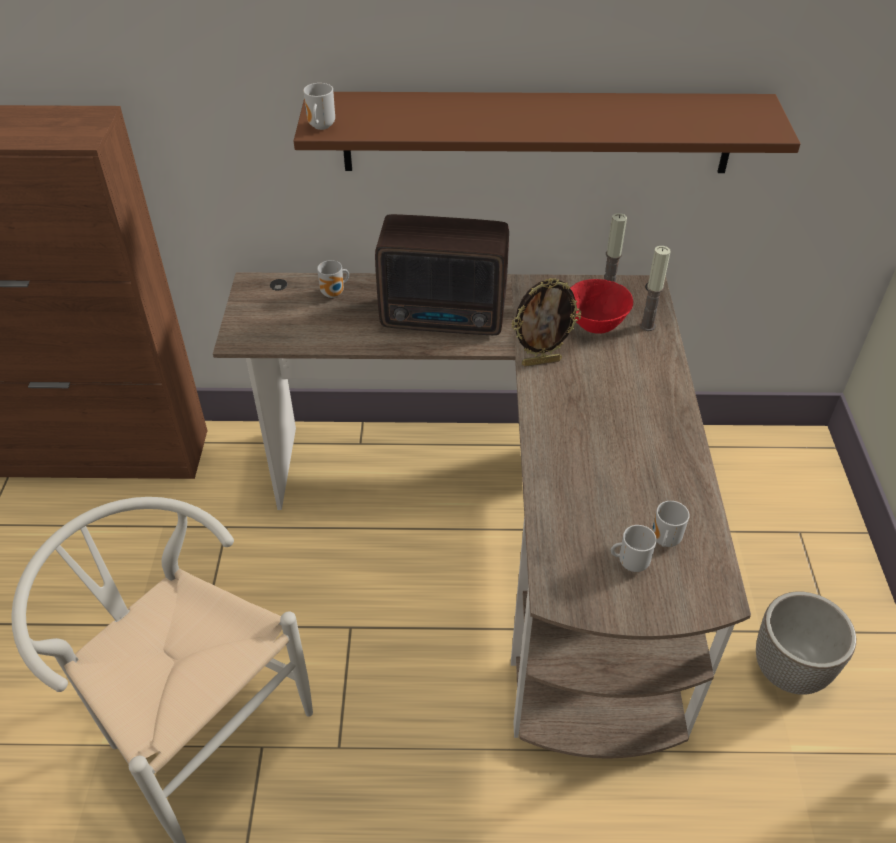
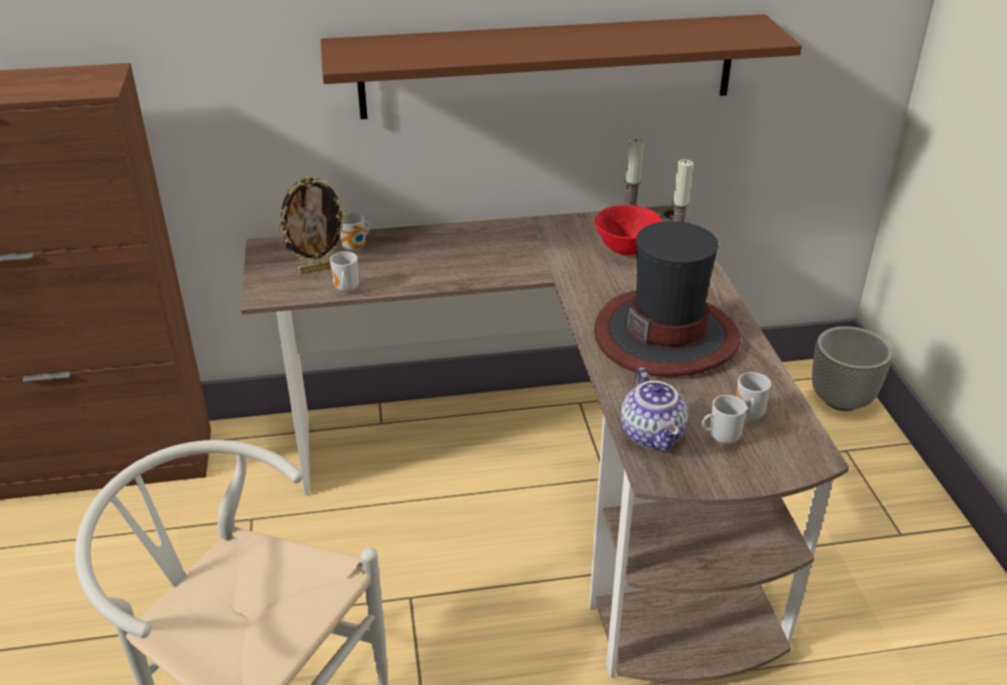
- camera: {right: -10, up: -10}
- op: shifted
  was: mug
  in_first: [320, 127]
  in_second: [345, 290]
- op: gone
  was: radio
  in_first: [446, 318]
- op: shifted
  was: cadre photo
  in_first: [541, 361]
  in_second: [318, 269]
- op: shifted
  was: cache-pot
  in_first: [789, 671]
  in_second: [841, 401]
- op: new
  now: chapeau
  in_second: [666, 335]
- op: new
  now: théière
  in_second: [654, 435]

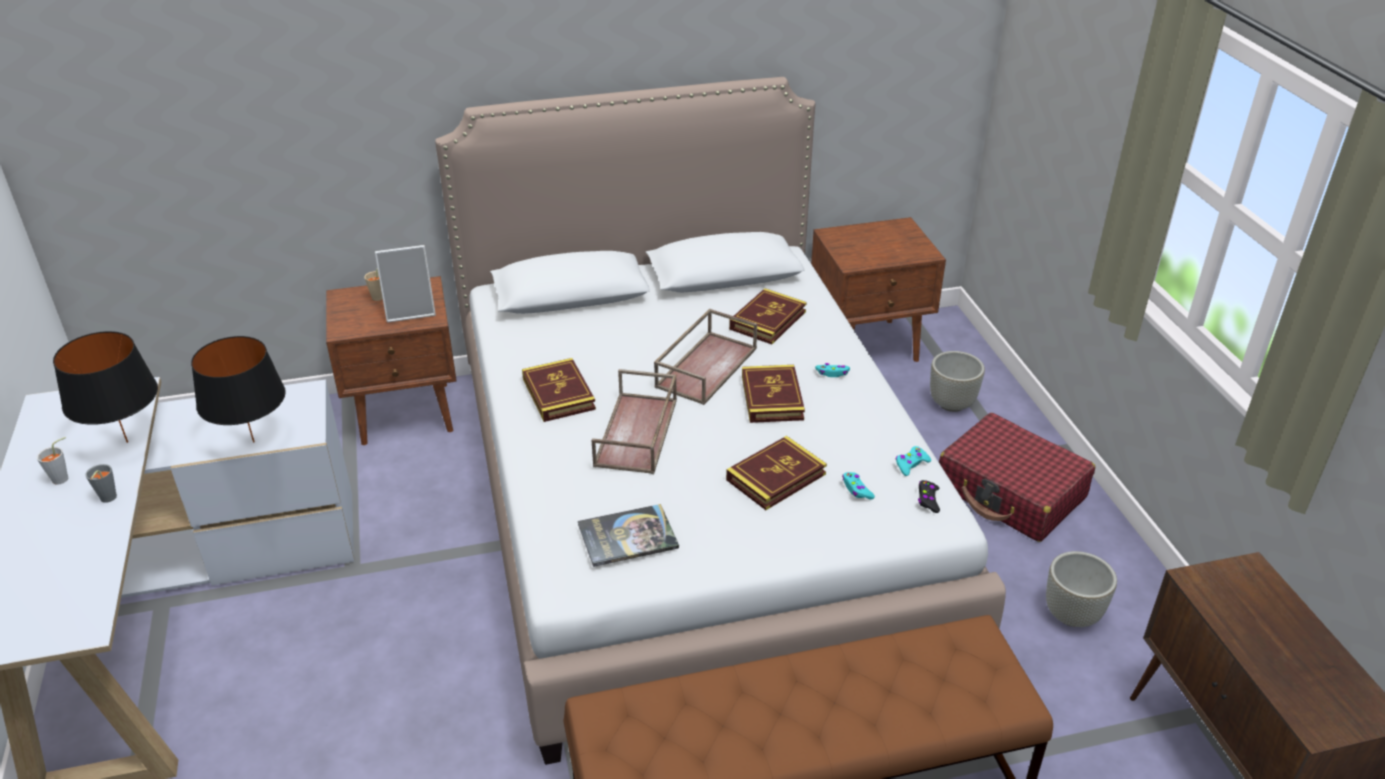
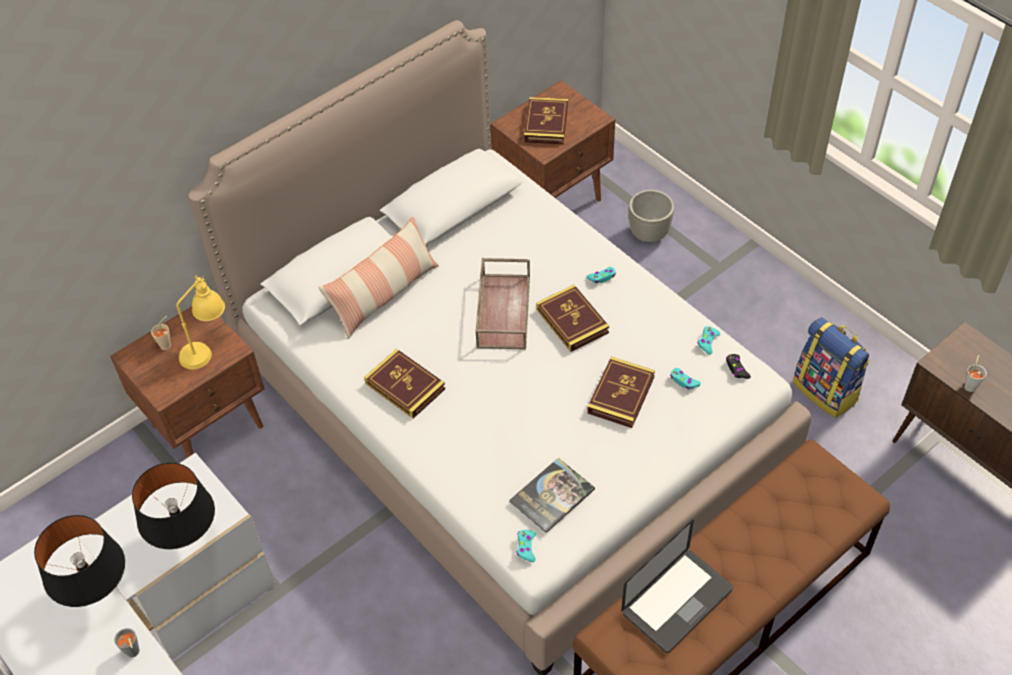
- camera: {right: -25, up: 15}
- op: swapped
  was: cadre photo
  now: lampe de table/jaune
  in_first: [410, 310]
  in_second: [207, 348]
- op: shifted
  was: livre
  in_first: [767, 320]
  in_second: [546, 124]
- op: gone
  was: plateau/marron
  in_first: [637, 433]
- op: gone
  was: valise/rouge
  in_first: [1011, 492]
- op: shifted
  was: tasse/gris
  in_first: [64, 478]
  in_second: [970, 385]
- op: swapped
  was: cache-pot/gris
  now: sac à dos
  in_first: [1072, 615]
  in_second: [826, 391]
- op: new
  now: coussin
  in_second: [384, 295]
- op: new
  now: ordinateur portable
  in_second: [677, 601]
- op: new
  now: manette/turquoise
  in_second: [526, 547]

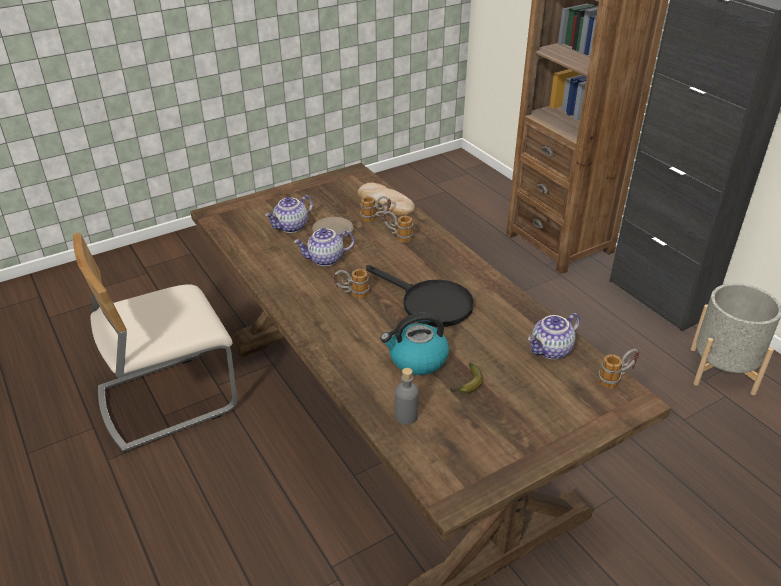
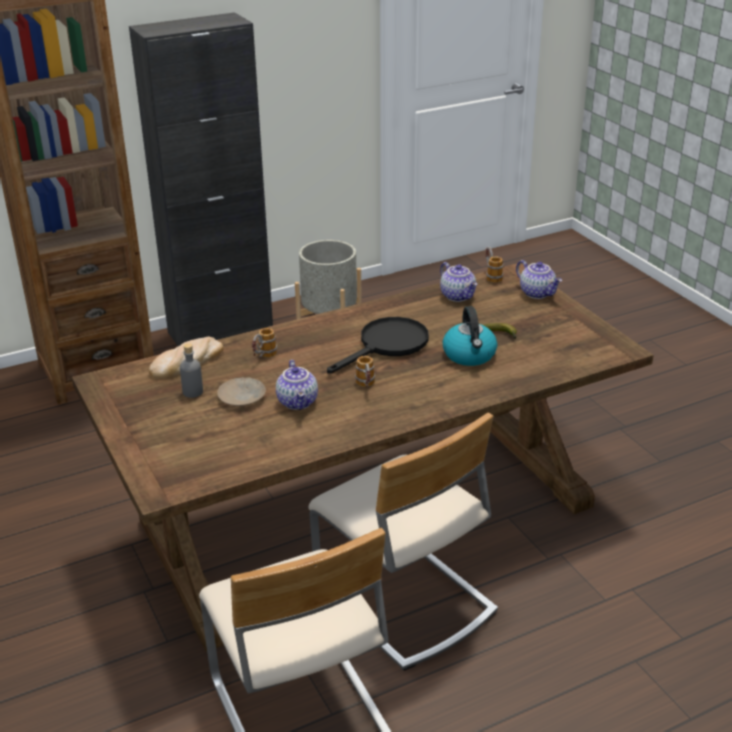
- camera: {right: -85, up: -5}
- op: shifted
  was: théière
  in_first: [291, 227]
  in_second: [538, 293]
- op: gone
  was: mug
  in_first: [375, 218]
- op: shifted
  was: bouteille/gris
  in_first: [406, 416]
  in_second: [193, 392]
- op: new
  now: chaise/beige
  in_second: [403, 601]

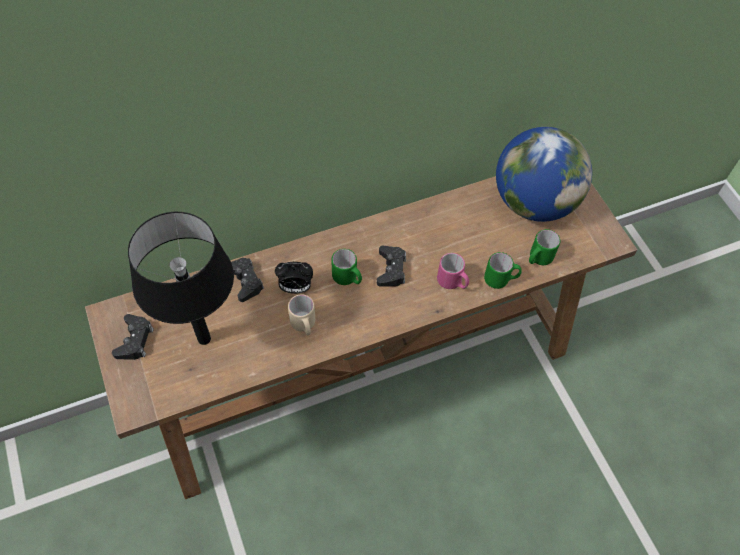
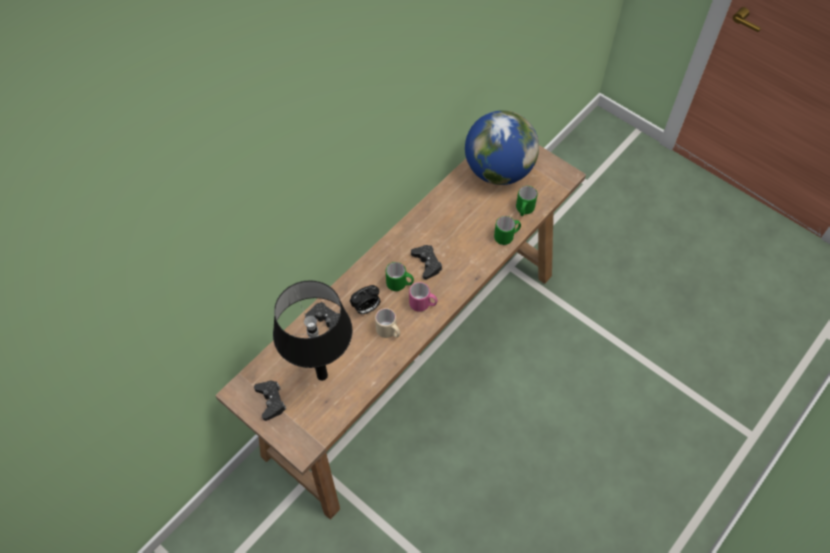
- camera: {right: -25, up: 0}
- op: shifted
  was: mug/rose
  in_first: [452, 282]
  in_second: [423, 304]

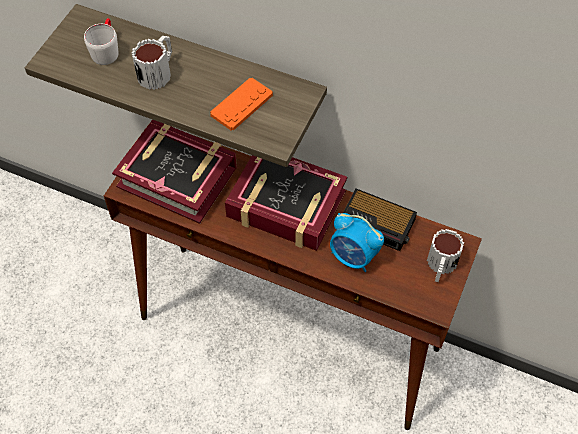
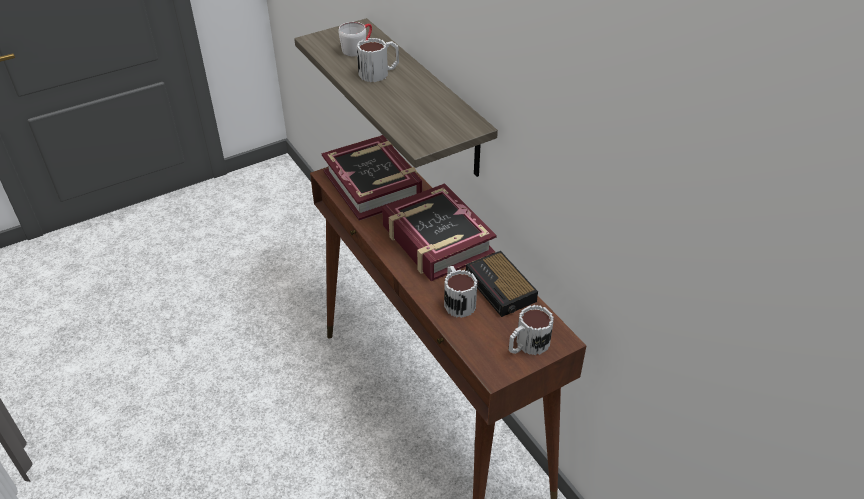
- camera: {right: 35, up: -15}
- op: gone
  was: manette/orange
  in_first: [241, 105]
- op: swapped
  was: réveil
  now: mug
  in_first: [353, 257]
  in_second: [457, 301]

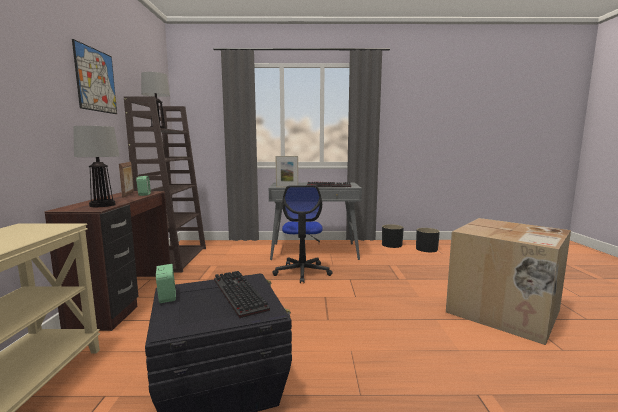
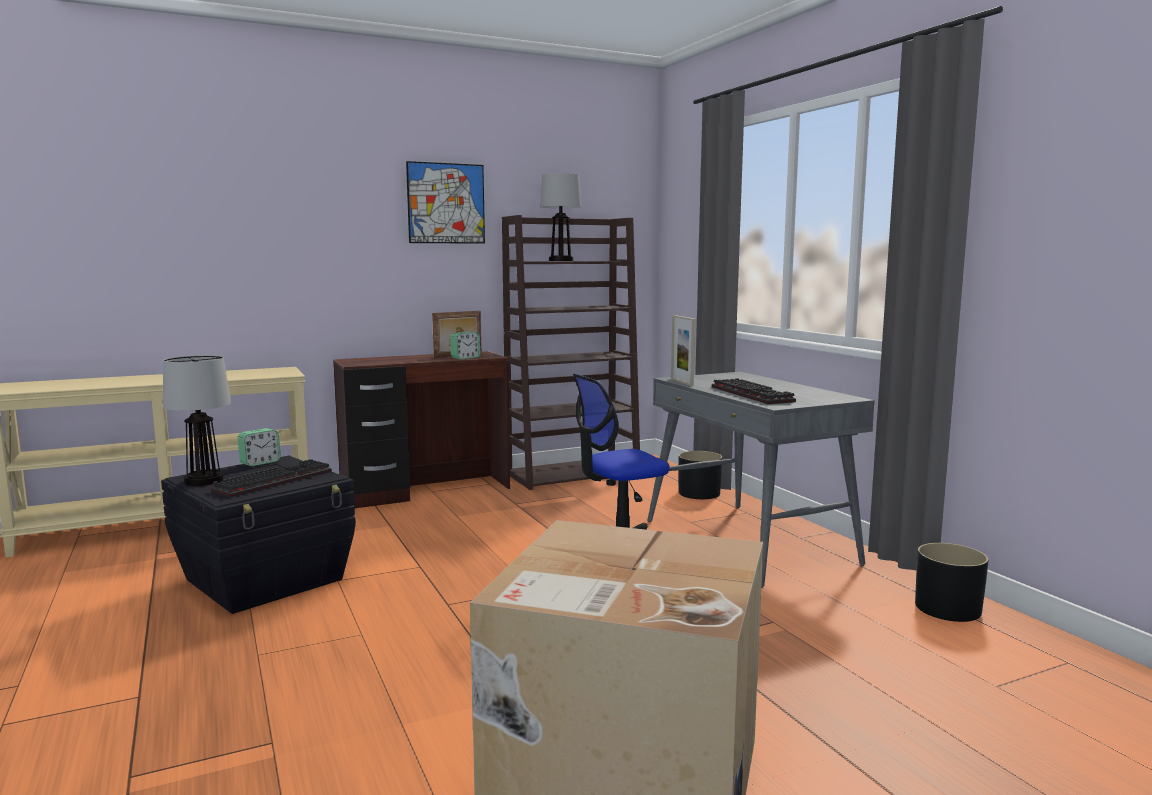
- camera: {right: 65, up: 0}
- op: shifted
  was: lampe de table
  in_first: [103, 205]
  in_second: [204, 481]
- op: shifted
  was: cache-pot/noir
  in_first: [426, 249]
  in_second: [699, 493]

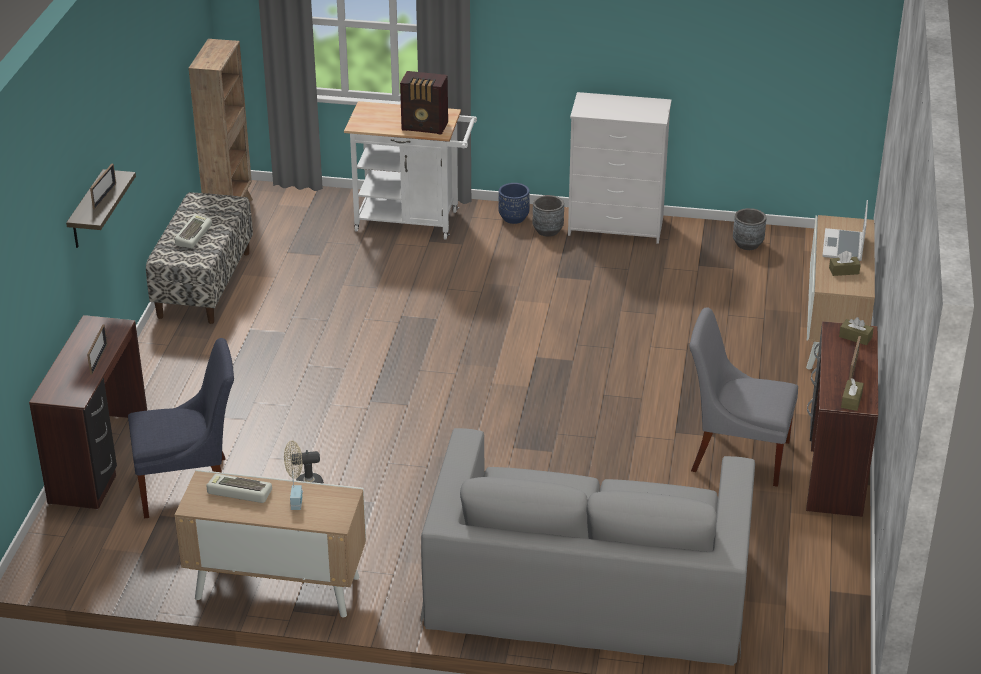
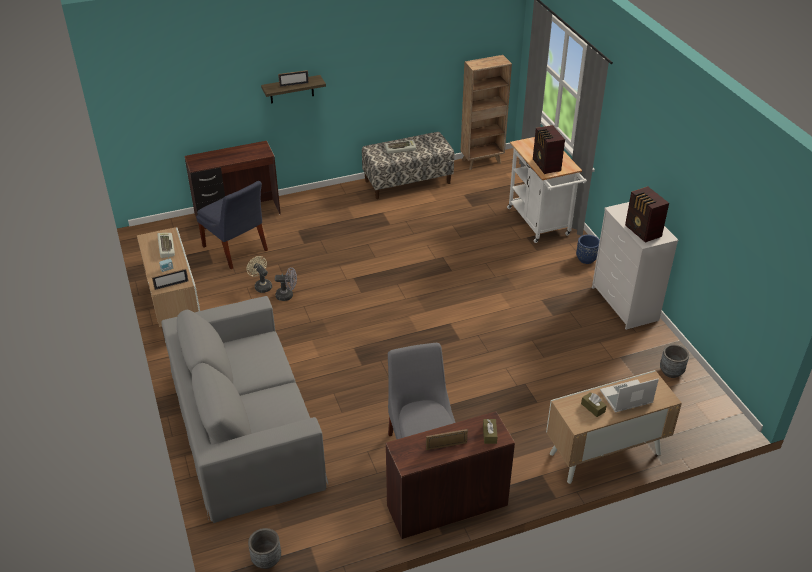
- camera: {right: 60, up: 5}
- op: shifted
  was: cache-pot/gris
  in_first: [547, 231]
  in_second: [266, 560]
- op: shifted
  was: cadre photo
  in_first: [98, 359]
  in_second: [171, 285]
- op: gone
  was: boîte à mouchoirs/marron
  in_first: [851, 400]
- op: new
  now: radio
  in_second: [643, 232]
- op: new
  now: ventilateur/gris
  in_second: [287, 295]

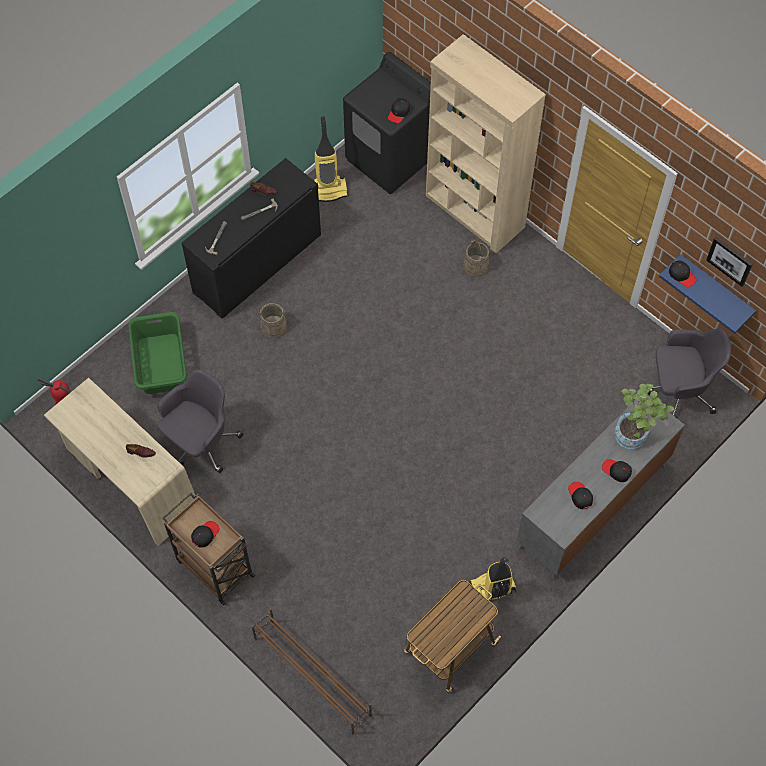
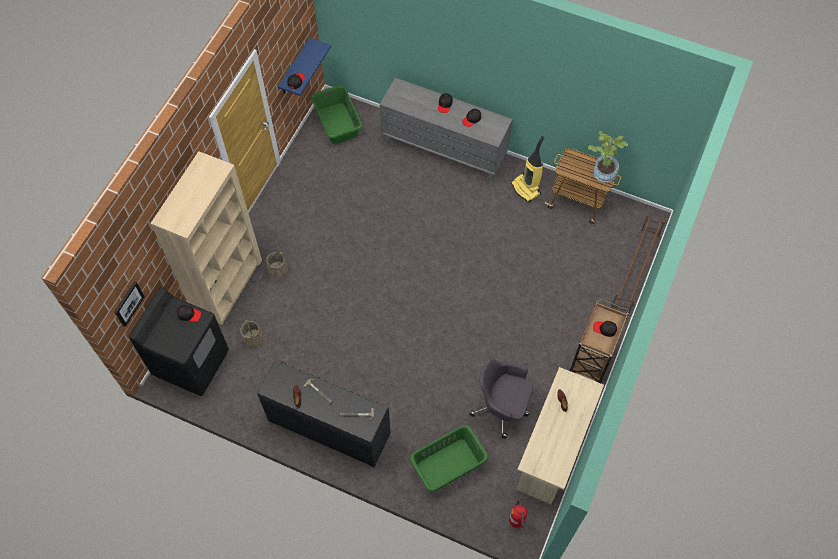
- camera: {right: -110, up: 0}
- op: gone
  was: aspirateur
  in_first: [328, 190]
- op: shifted
  was: tableau
  in_first: [730, 261]
  in_second: [128, 303]
- op: shifted
  was: seau/beige
  in_first: [273, 326]
  in_second: [253, 338]
- op: swapped
  was: chaise de bureau/gris
  now: panier à linge/vert
  in_first: [679, 390]
  in_second: [338, 123]
- op: shifted
  was: plante en pot
  in_first: [635, 433]
  in_second: [602, 170]

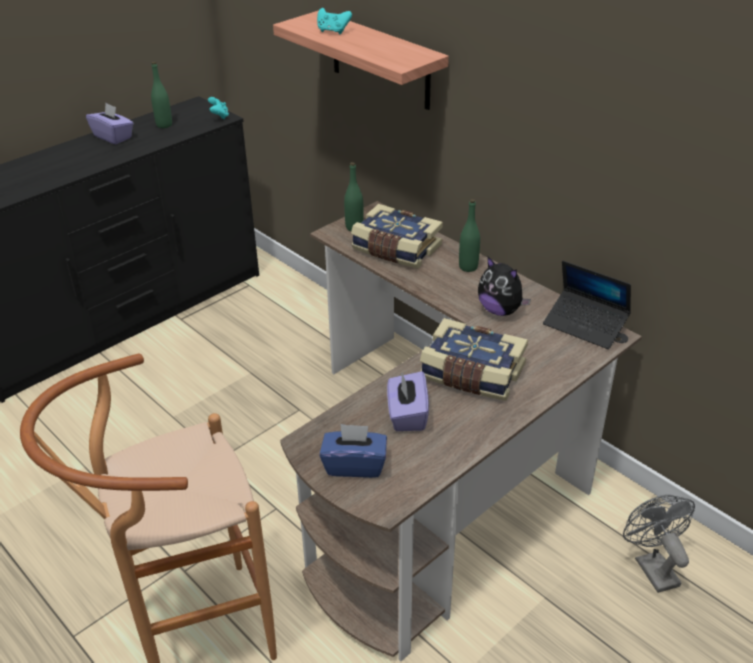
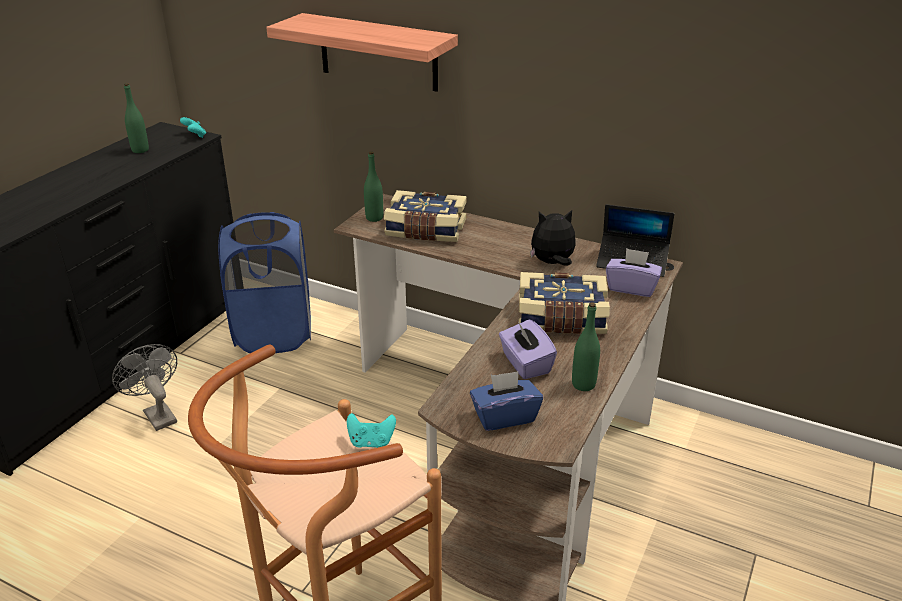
- camera: {right: -20, up: -5}
- op: shifted
  was: manette/turquoise
  in_first: [333, 31]
  in_second: [371, 442]
- op: shifted
  was: boîte à mouchoirs/violet
  in_first: [113, 137]
  in_second: [631, 287]
- op: shifted
  was: bouteille/vert
  in_first: [468, 267]
  in_second: [583, 384]
- op: rotated
  was: peluche
  in_first: [500, 310]
  in_second: [552, 263]
  clockwise: 150
- op: shifted
  was: ventilateur/gris
  in_first: [652, 567]
  in_second: [157, 414]
- op: new
  now: panier à linge/bleu
  in_second: [274, 333]

